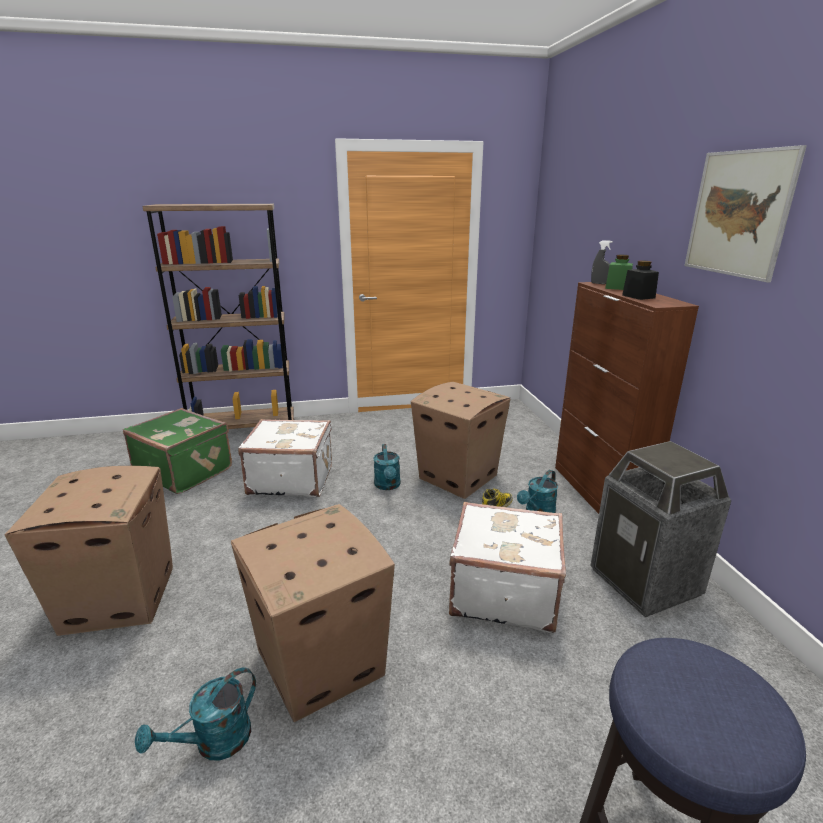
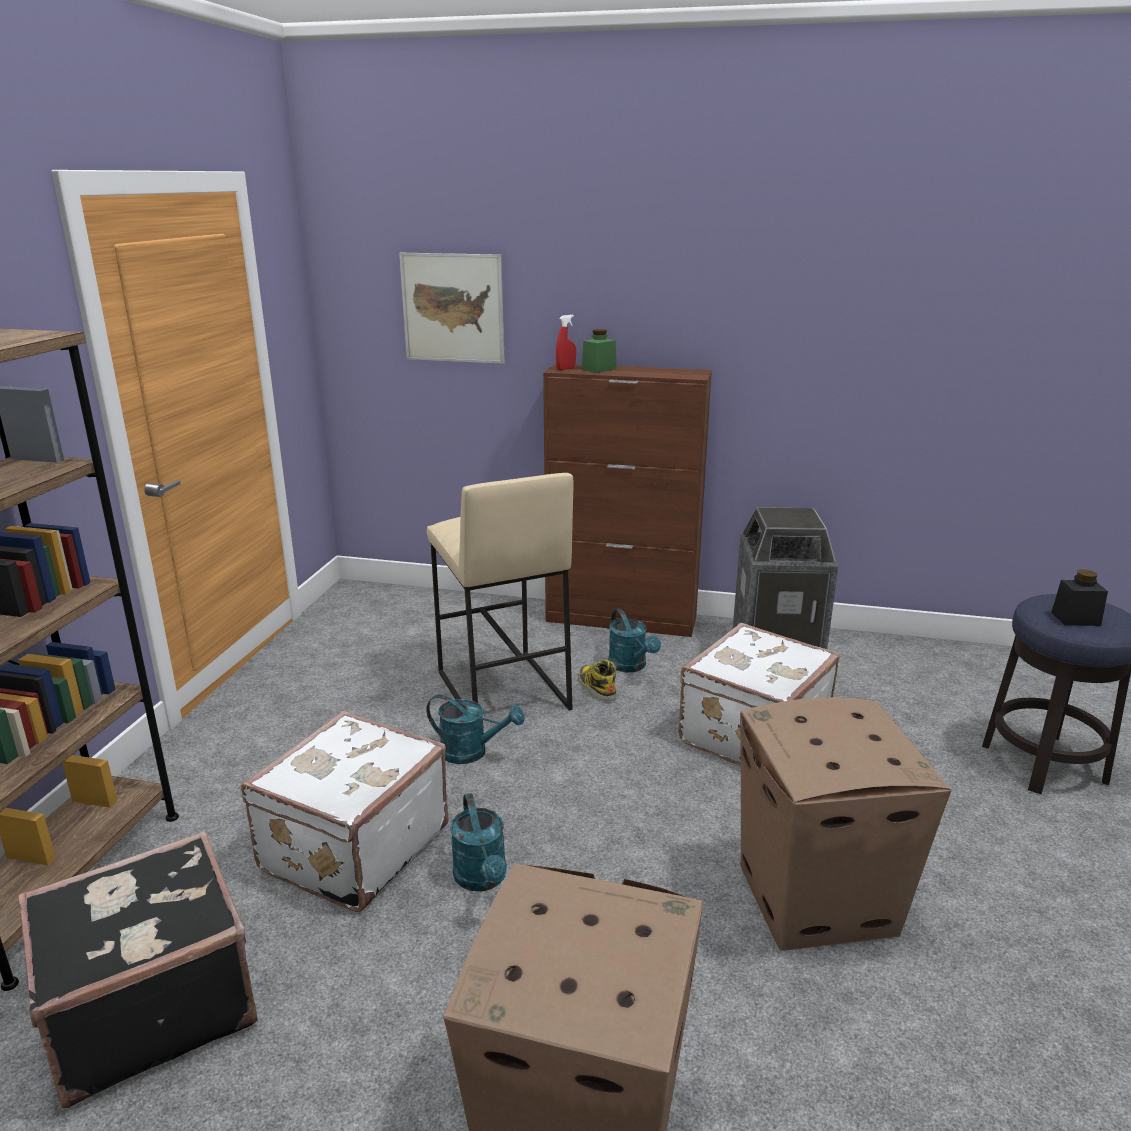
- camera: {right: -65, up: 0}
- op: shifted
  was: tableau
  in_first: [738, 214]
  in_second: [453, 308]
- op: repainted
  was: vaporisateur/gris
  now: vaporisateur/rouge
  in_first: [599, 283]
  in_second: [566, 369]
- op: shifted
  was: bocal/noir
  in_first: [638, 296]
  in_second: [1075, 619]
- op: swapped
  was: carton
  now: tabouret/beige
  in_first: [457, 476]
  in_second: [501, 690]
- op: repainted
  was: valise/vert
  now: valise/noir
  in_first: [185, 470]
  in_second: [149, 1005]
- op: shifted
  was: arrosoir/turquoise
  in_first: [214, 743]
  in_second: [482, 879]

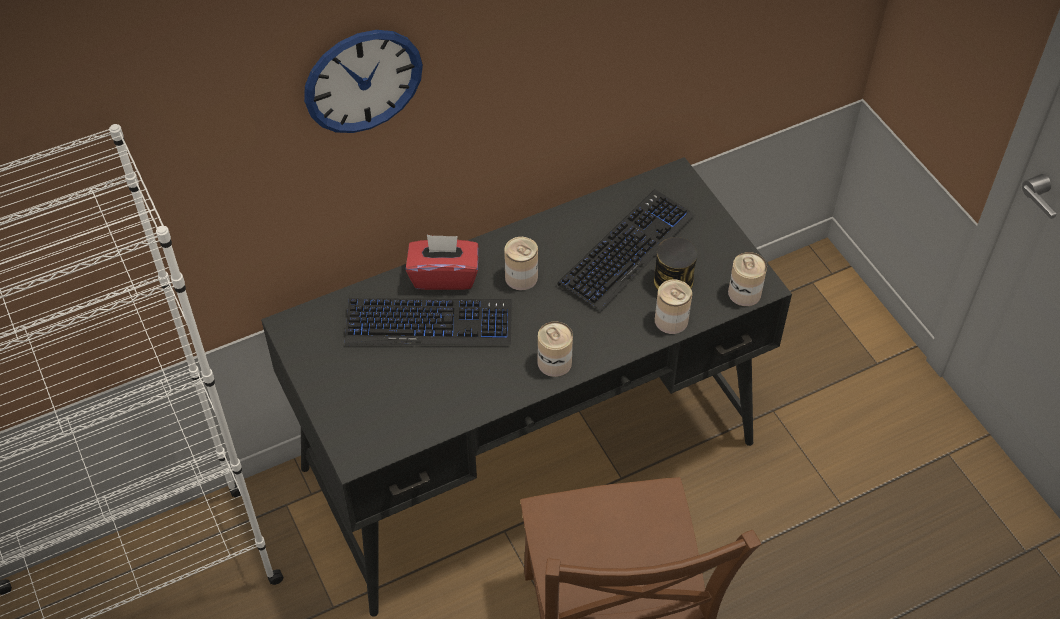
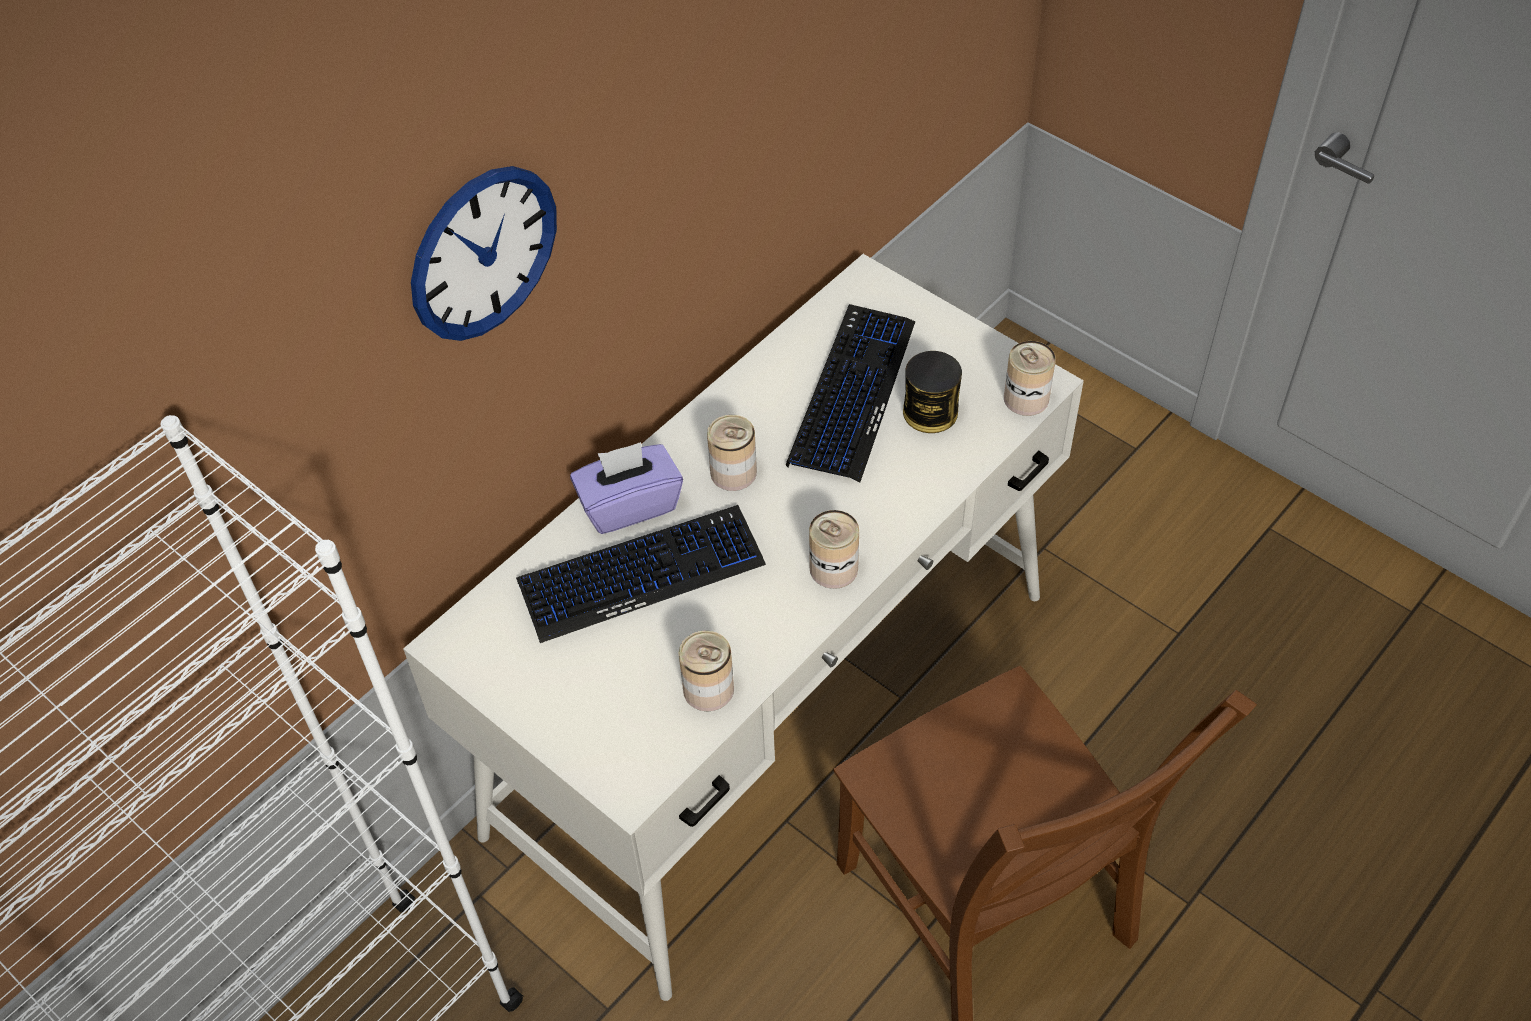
- camera: {right: -20, up: 0}
- op: repainted
  was: bureau/noir
  now: bureau/blanc
  in_first: [530, 455]
  in_second: [773, 711]
- op: repainted
  was: boîte à mouchoirs/rouge
  now: boîte à mouchoirs/violet
  in_first: [444, 276]
  in_second: [629, 504]
- op: shifted
  was: boîte métallique
  in_first: [671, 320]
  in_second: [708, 689]

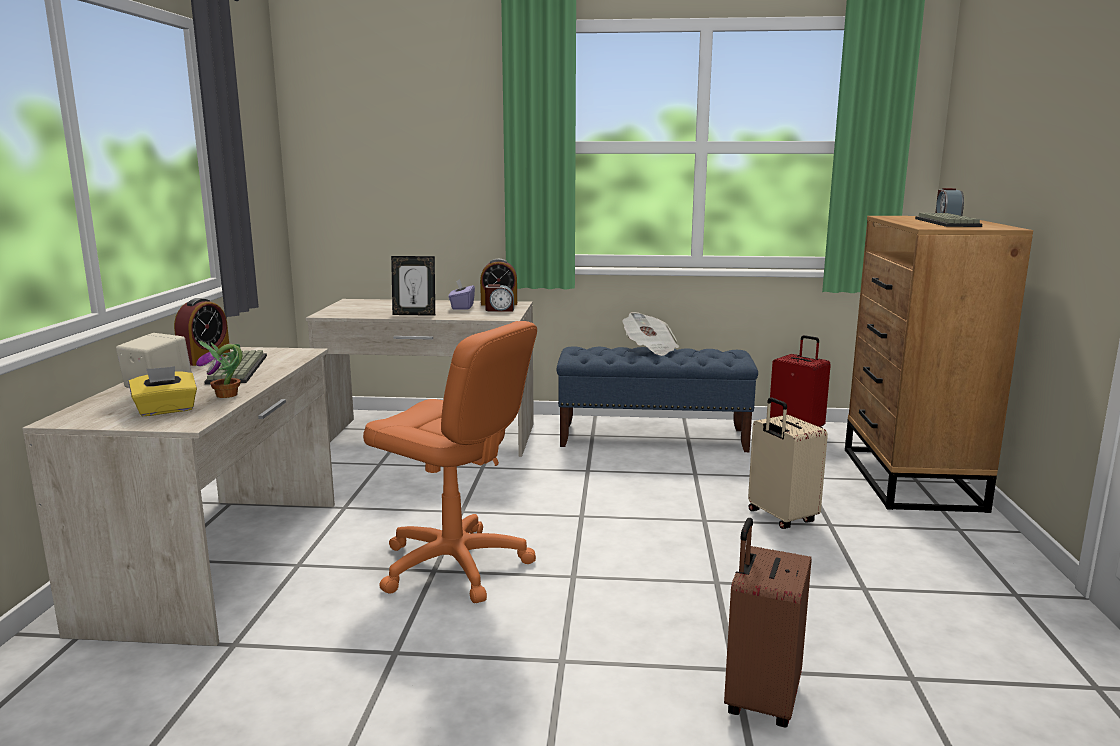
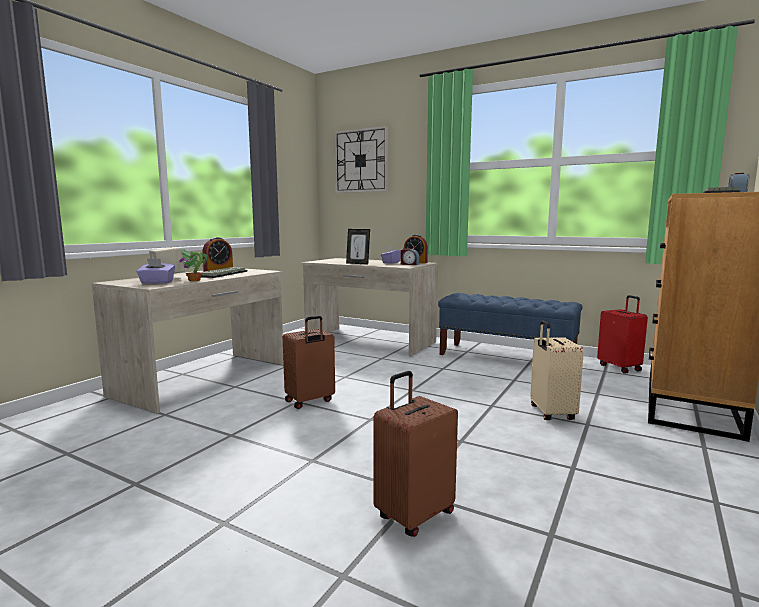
- camera: {right: 25, up: -5}
- op: gone
  was: journal
  in_first: [650, 349]
- op: swapped
  was: chaise de bureau/orange
  now: valise/marron
  in_first: [454, 566]
  in_second: [310, 401]
- op: repainted
  was: boîte à mouchoirs/jaune
  now: boîte à mouchoirs/violet
  in_first: [166, 410]
  in_second: [156, 282]
- op: new
  now: horloge murale
  in_second: [361, 161]

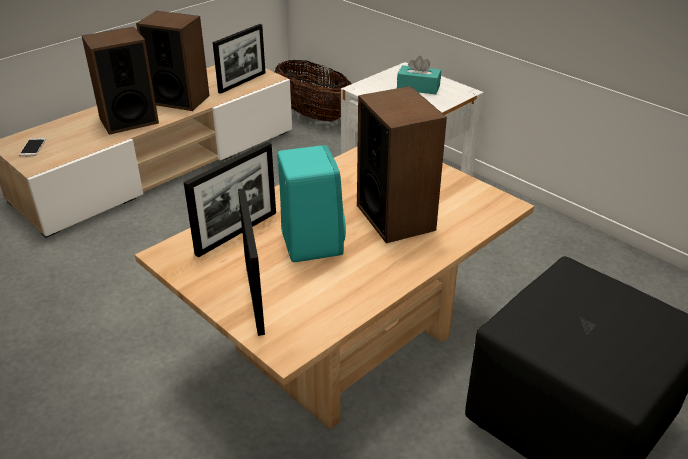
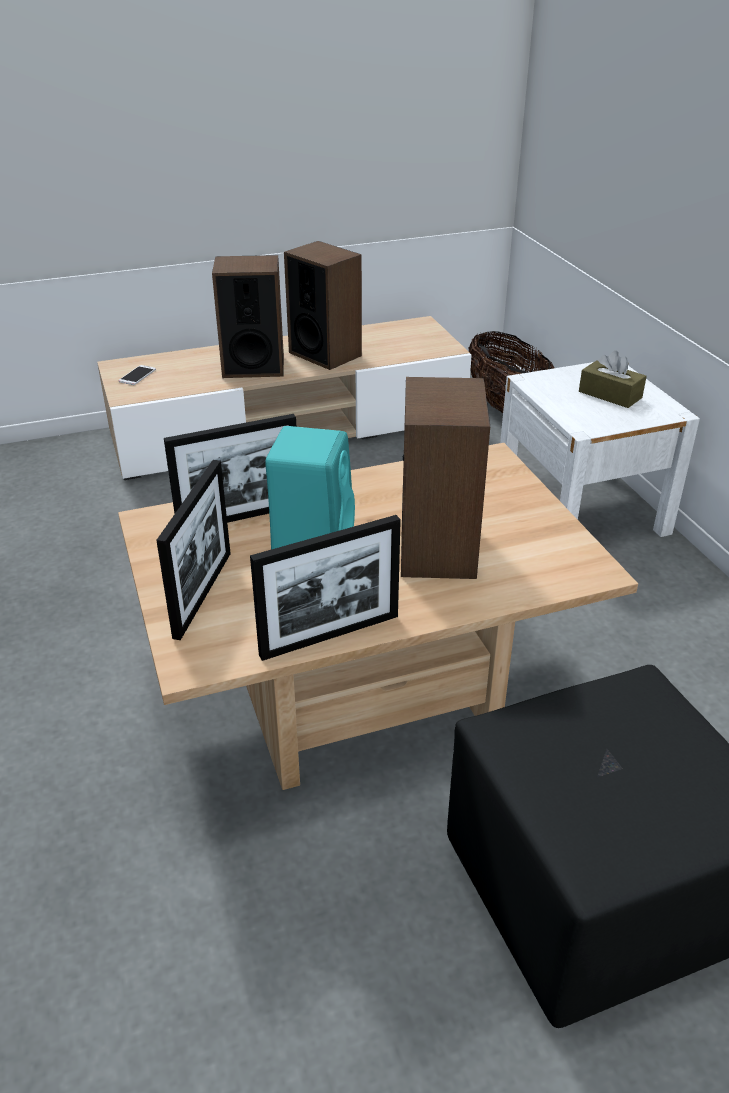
- camera: {right: 25, up: 0}
- op: shifted
  was: cadre photo
  in_first: [242, 82]
  in_second: [330, 635]
- op: repainted
  was: boîte à mouchoirs/turquoise
  now: boîte à mouchoirs/marron
  in_first: [418, 87]
  in_second: [610, 395]

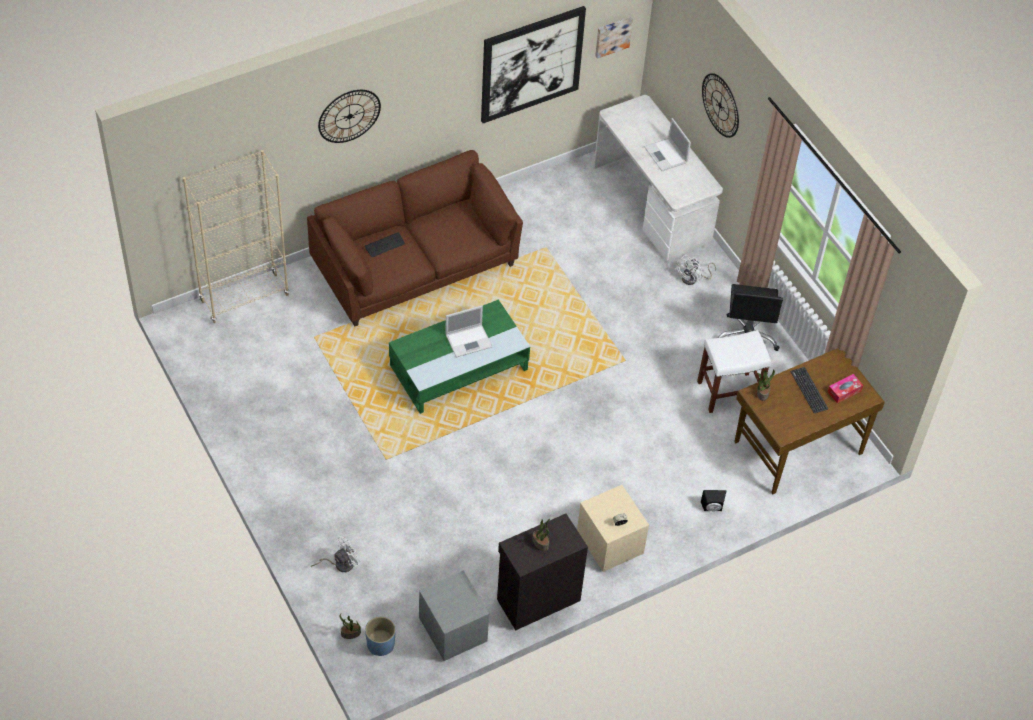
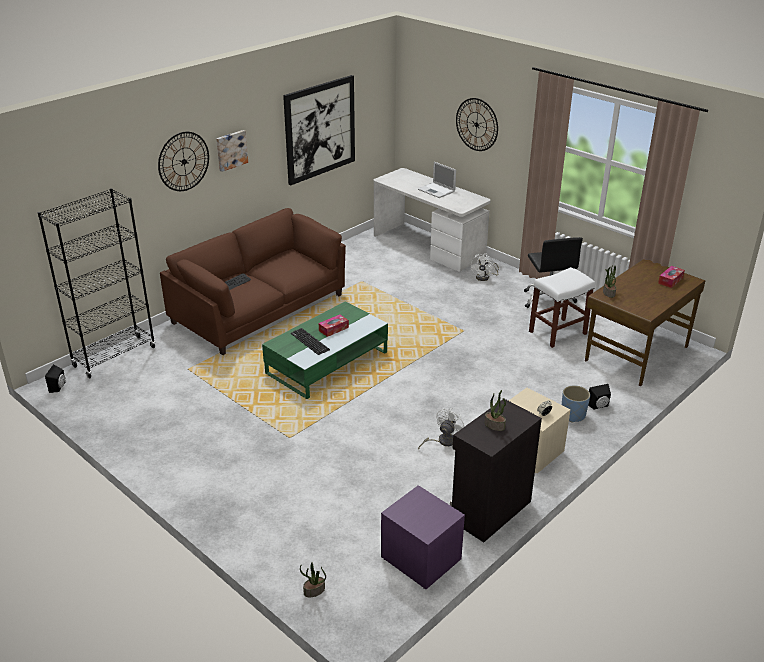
- camera: {right: -15, up: -20}
- op: shifted
  was: tableau
  in_first: [612, 36]
  in_second: [231, 150]
- op: repainted
  was: bibliothèque/beige
  now: bibliothèque/noir
  in_first: [244, 298]
  in_second: [114, 357]
- op: swapped
  was: ordinateur portable
  now: boîte à mouchoirs
  in_first: [469, 340]
  in_second: [333, 329]
- op: shifted
  was: clavier
  in_first: [809, 390]
  in_second: [310, 342]
- op: shifted
  was: ventilateur/blanc
  in_first: [340, 564]
  in_second: [442, 441]
- op: repainted
  was: table de chevet/gris
  now: table de chevet/violet
  in_first: [453, 630]
  in_second: [421, 559]
- op: shifted
  was: cache-pot/bleu
  in_first: [380, 644]
  in_second: [573, 415]
- op: new
  now: enceinte/noir
  in_second: [59, 387]

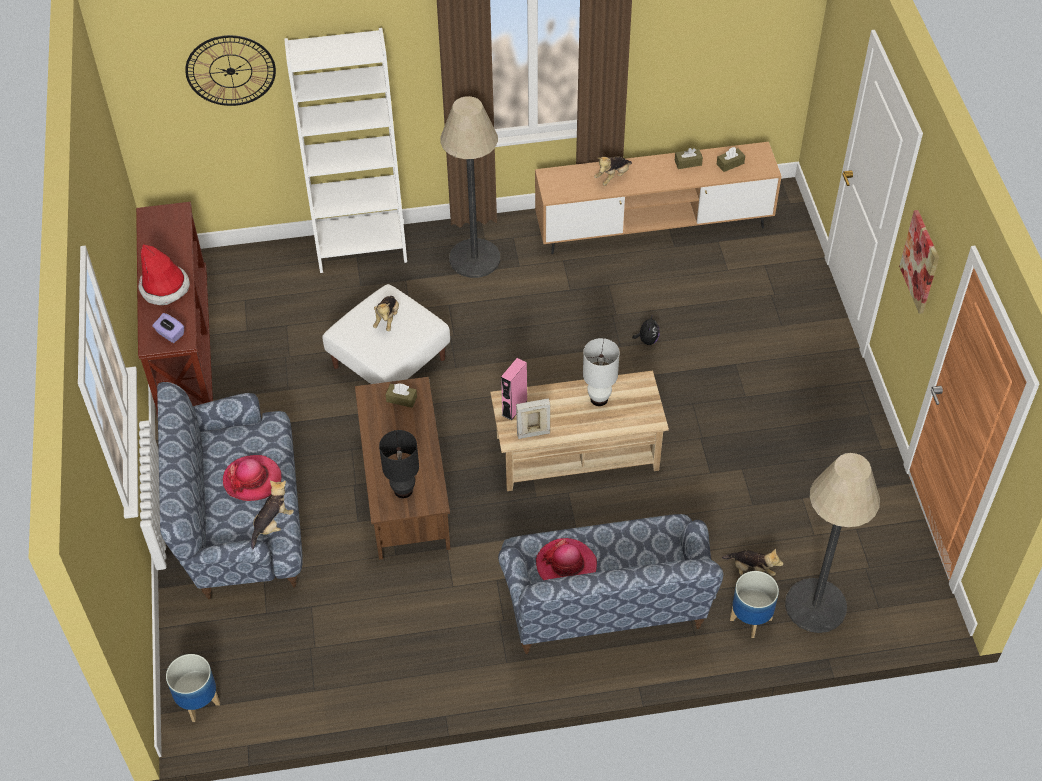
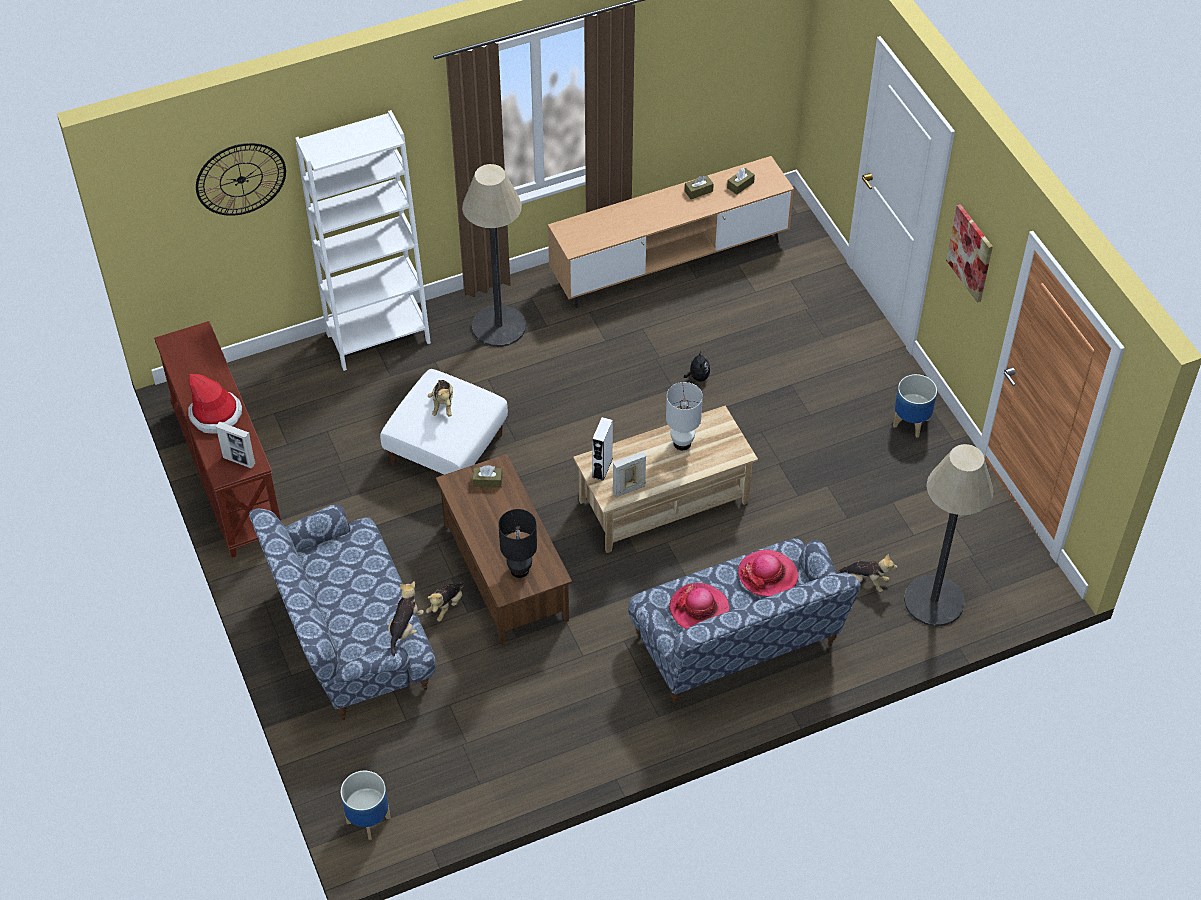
- camera: {right: -15, up: 0}
- op: shifted
  was: peluche
  in_first: [613, 177]
  in_second: [446, 606]
- op: swapped
  was: boîte à mouchoirs/violet
  now: cadre photo
  in_first: [170, 334]
  in_second: [239, 461]
- op: repainted
  was: enceinte/rose
  now: enceinte/blanc
  in_first: [514, 407]
  in_second: [602, 468]
- op: shifted
  was: chapeau
  in_first: [252, 480]
  in_second: [767, 575]
- op: shifted
  was: cache-pot
  in_first: [751, 619]
  in_second: [911, 422]

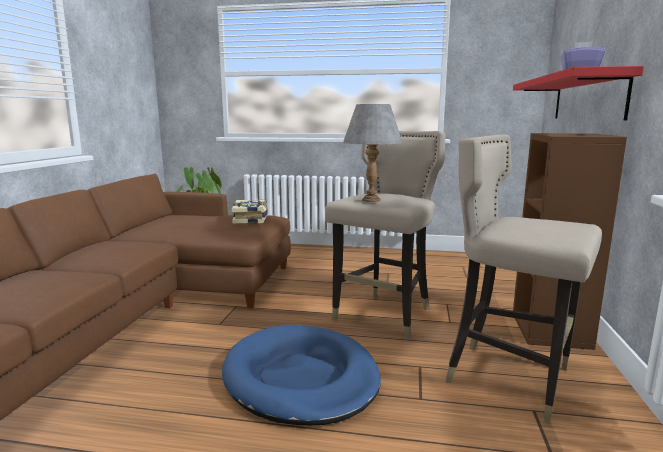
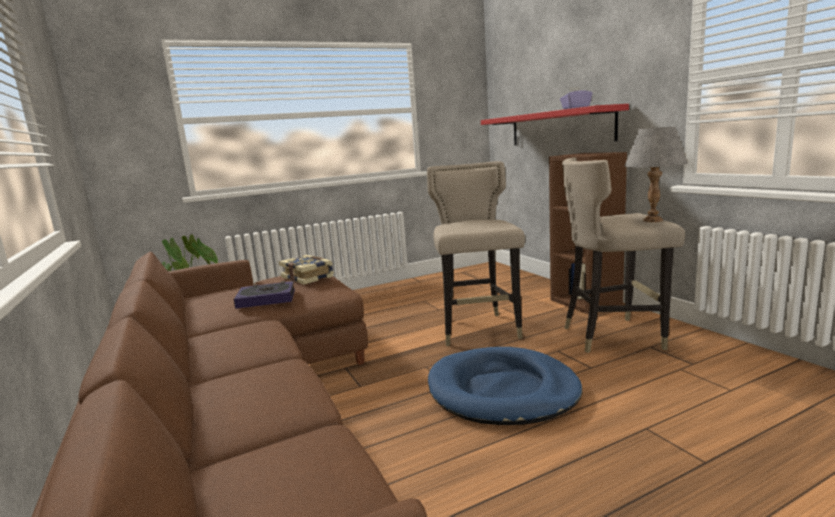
- camera: {right: -35, up: 0}
- op: shifted
  was: lampe de table/gris
  in_first: [371, 200]
  in_second: [653, 220]
- op: new
  now: livre
  in_second: [266, 299]

